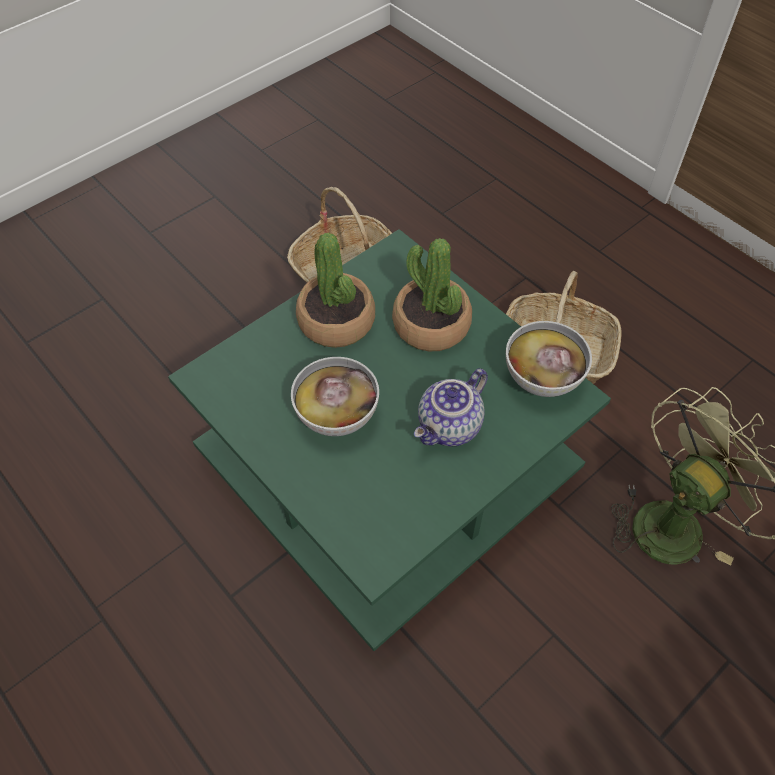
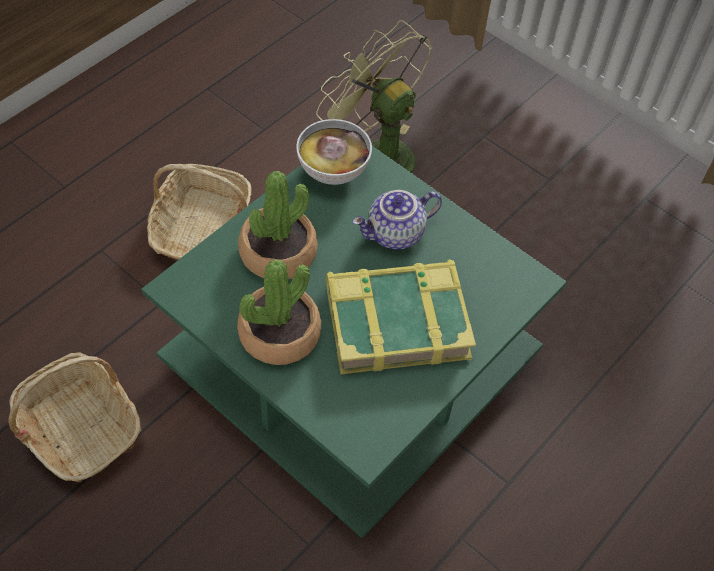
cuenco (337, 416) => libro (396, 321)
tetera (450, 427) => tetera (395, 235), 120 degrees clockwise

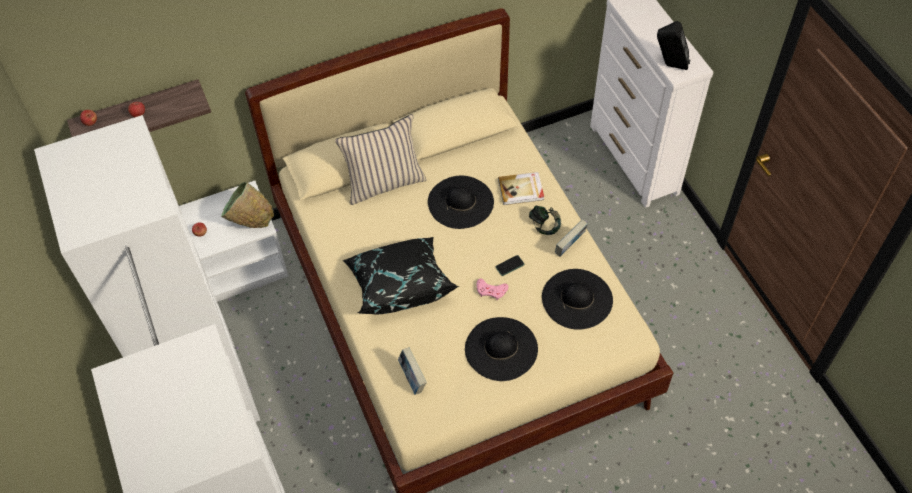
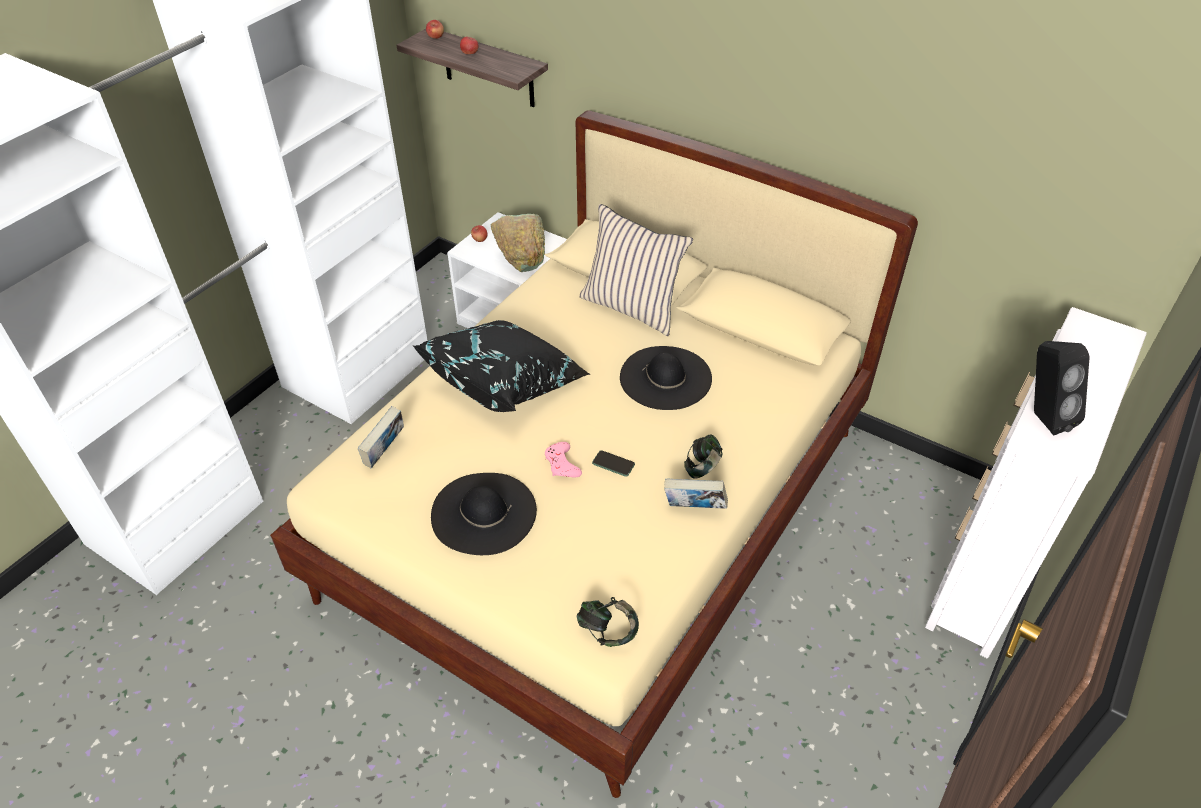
libro (521, 190) => nothing
sombrero [negro] (577, 299) => nothing
nothing => auriculares (607, 631)

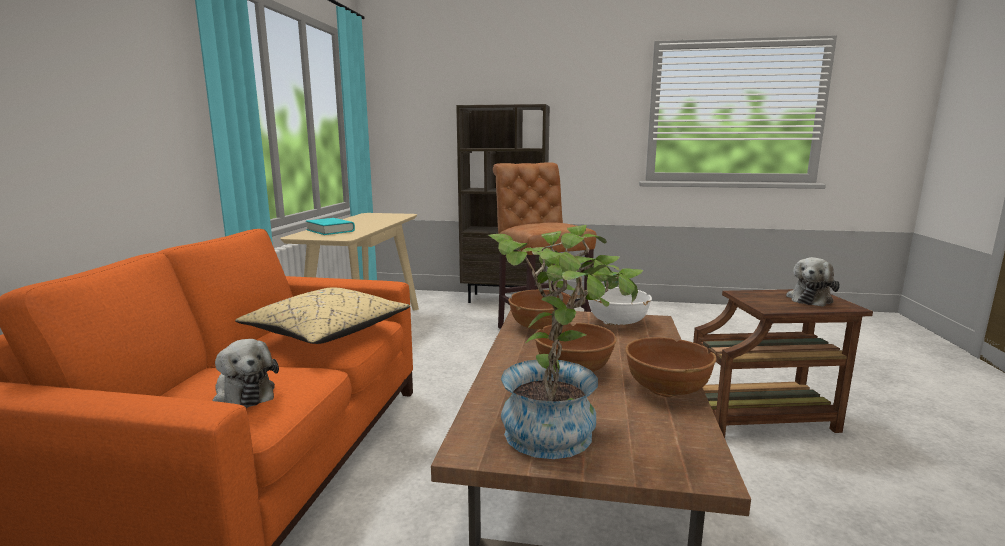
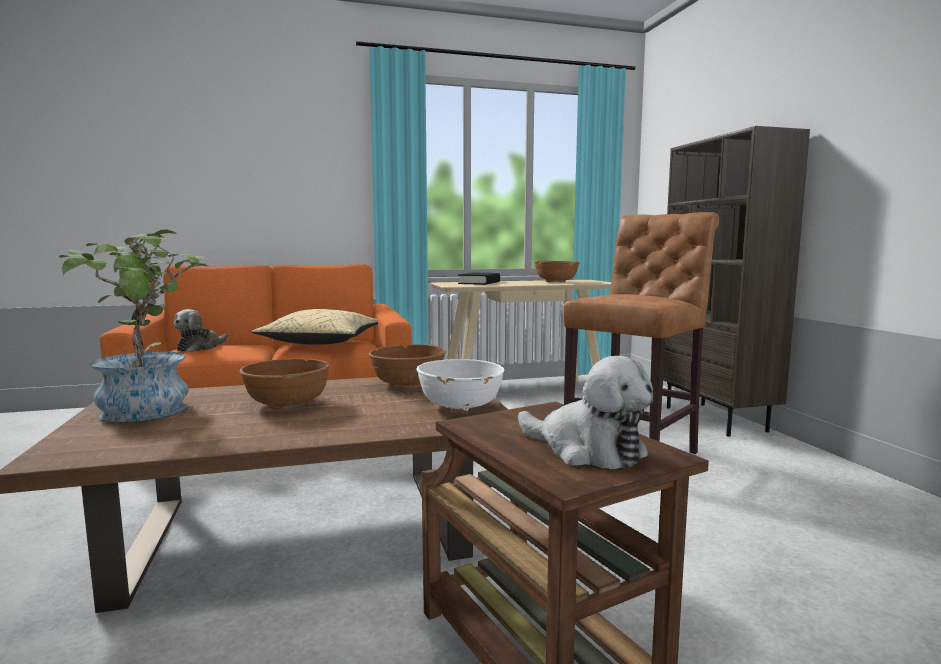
cuenco [marrón] (666, 388) => cuenco [marrón] (556, 282), shifted
libro [turquesa] (330, 230) => libro [negro] (479, 283)
peluche (810, 299) => peluche (587, 450), 150 degrees counterclockwise

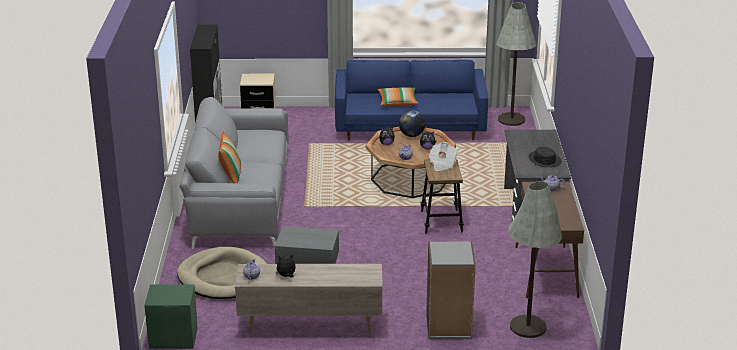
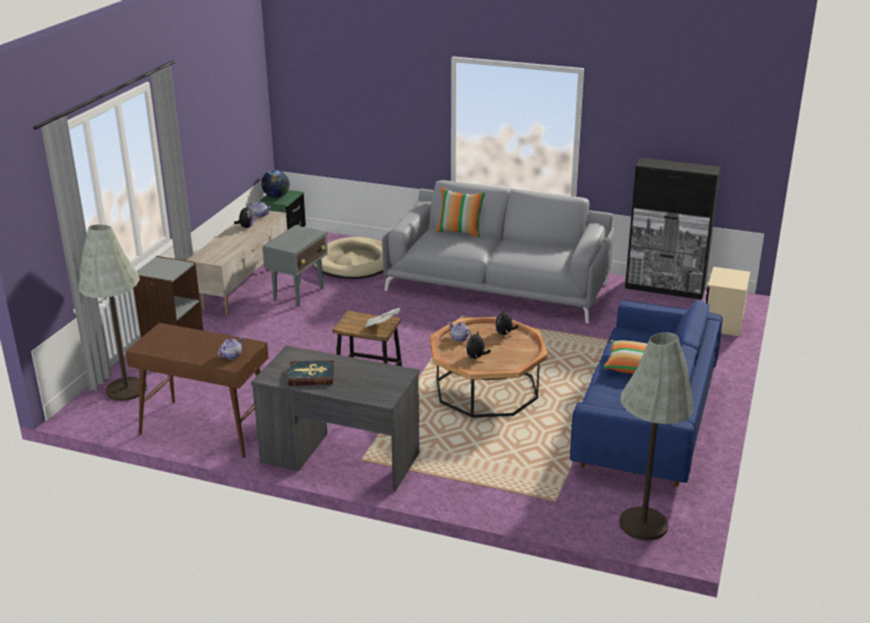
globo terráqueo (411, 135) => globo terráqueo (276, 196), shifted
sombrero [negro] (544, 160) => libro (311, 375)

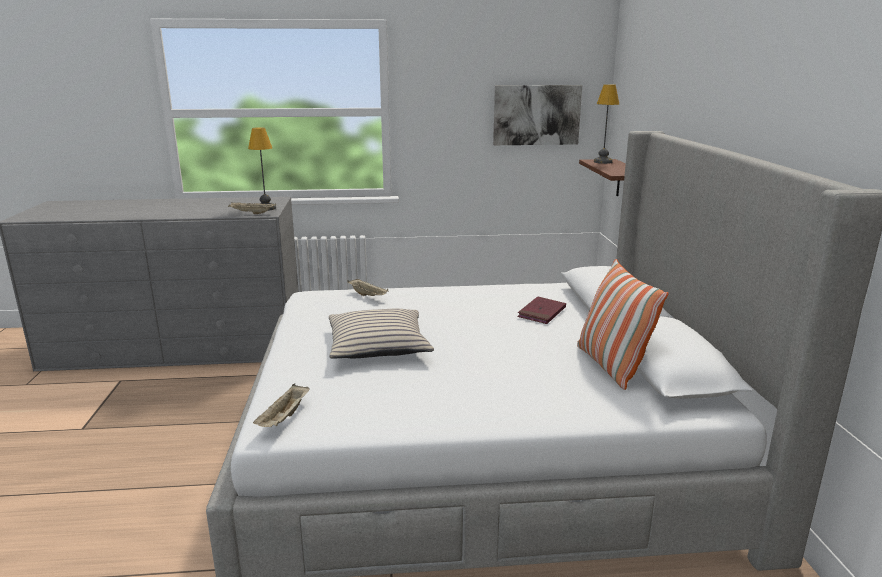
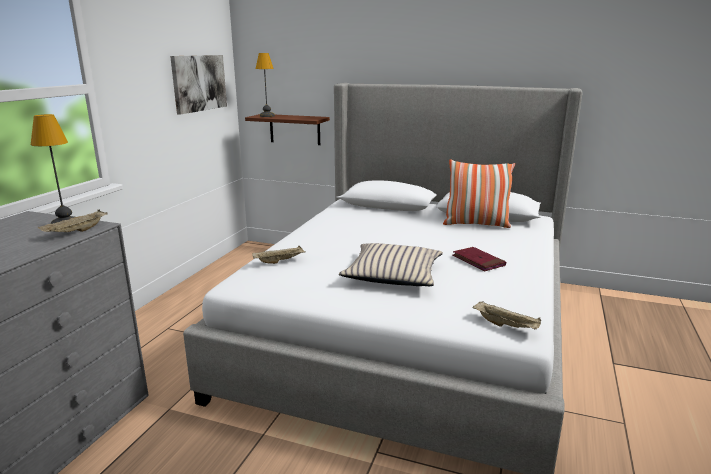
libro [rojo] (542, 313) => libro [rojo] (478, 261), shifted

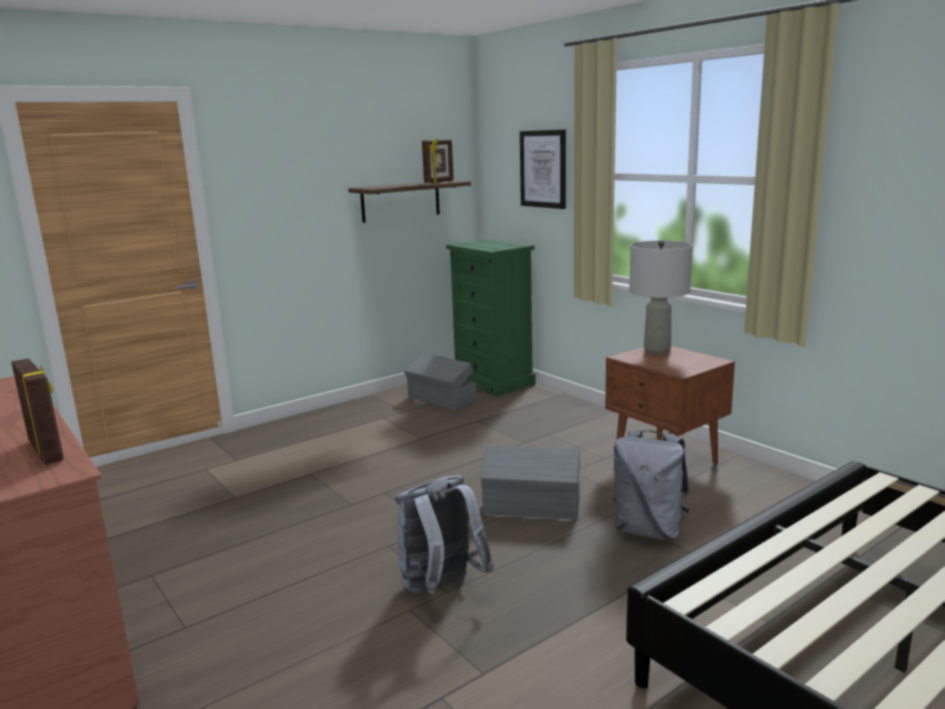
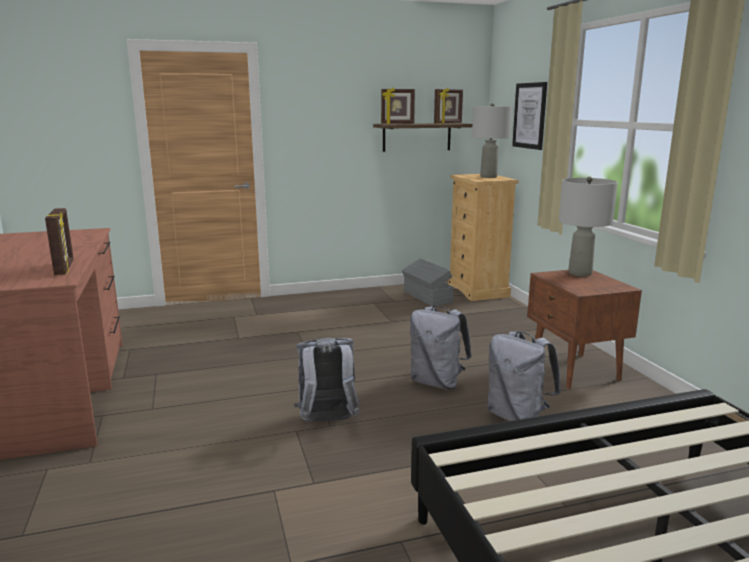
nothing => portarretratos (397, 123)
nothing => lámpara de mesa [gris] (488, 177)
caja de almacenaje [gris] (532, 507) => mochila [gris] (437, 383)
cómoda [verde] (494, 382) => cómoda [beis] (478, 290)

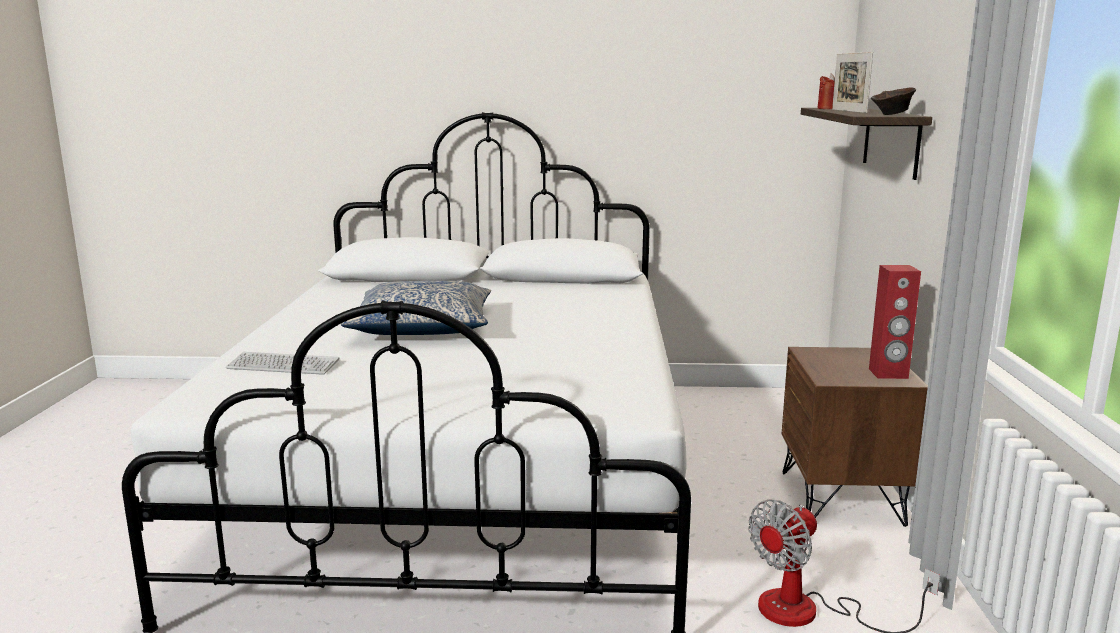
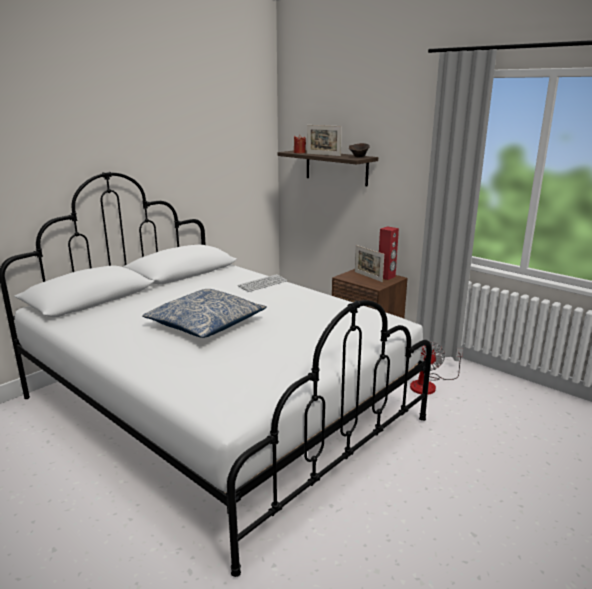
nothing => portarretratos (368, 276)
teclado (283, 365) => teclado (262, 284), shifted

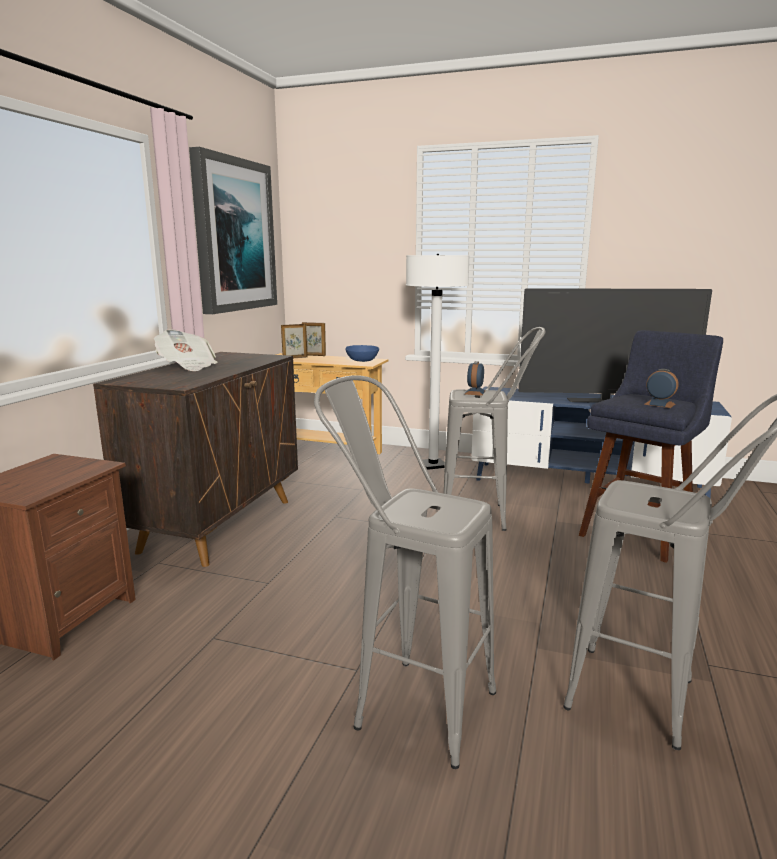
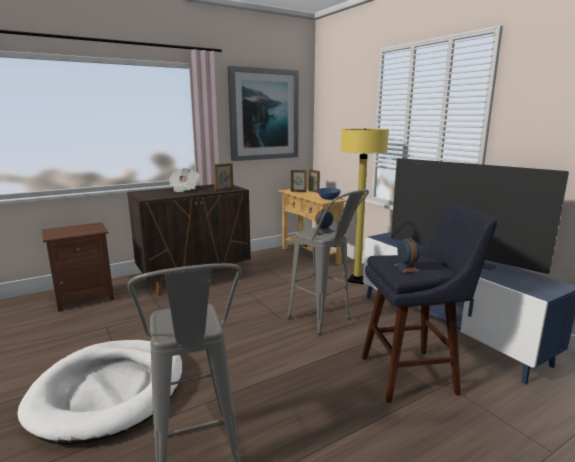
nothing => portarretratos (224, 189)
taburete [gris] (406, 702) => cama para perro [blanco] (110, 391)
lámpara de pie [blanco] (433, 465) => lámpara de pie [amarillo] (357, 280)

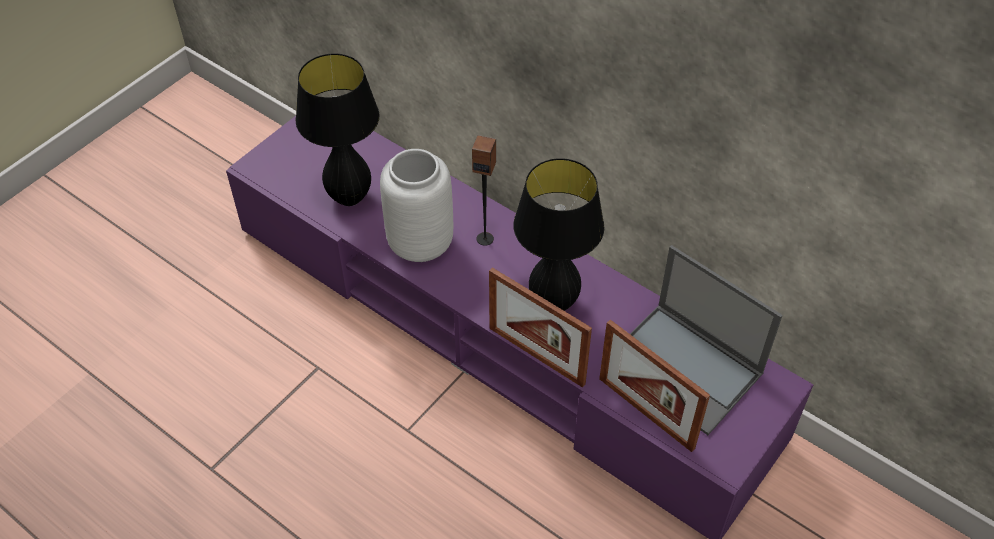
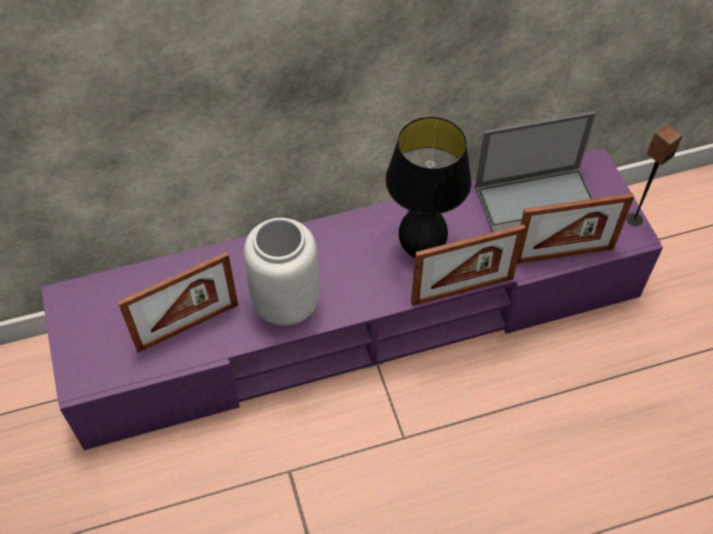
altavoz (485, 238) => altavoz (634, 219), shifted
lámpara de mesa [negro] (349, 198) => portarretratos (188, 326)

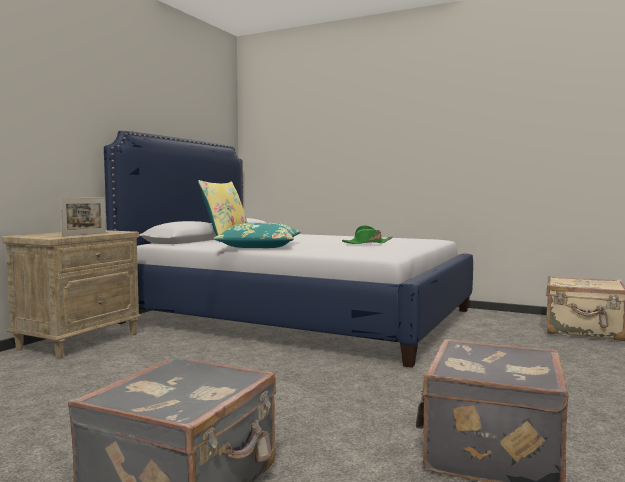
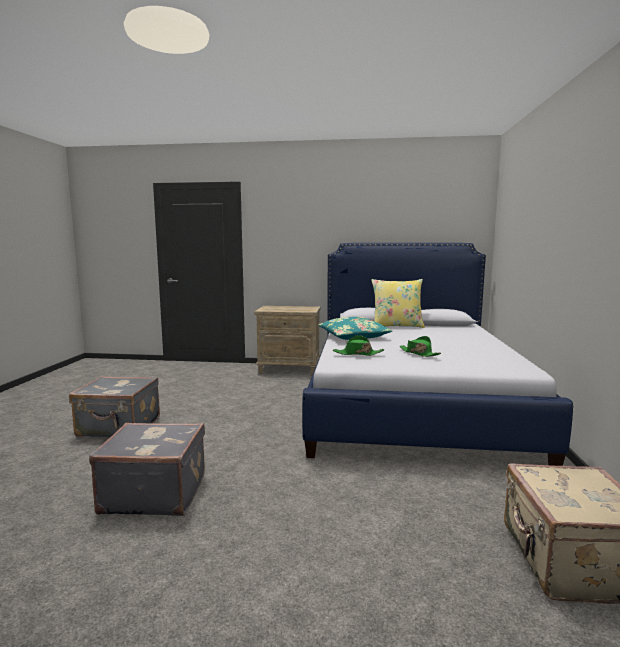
portarretratos (84, 234) => nothing
nothing => sombrero [verde] (358, 354)

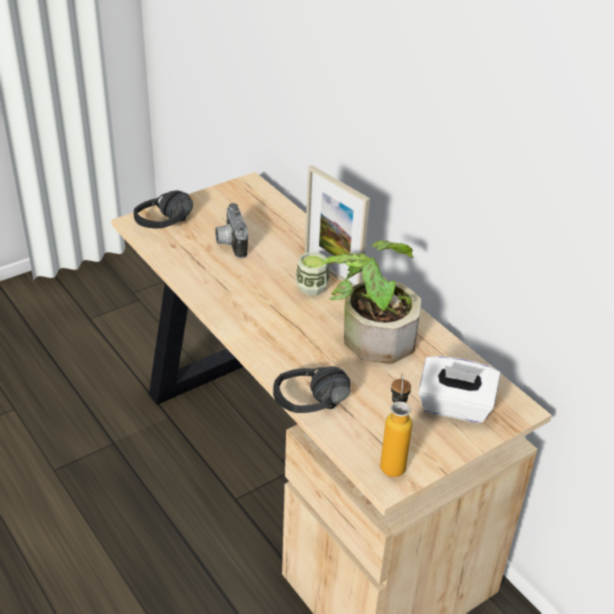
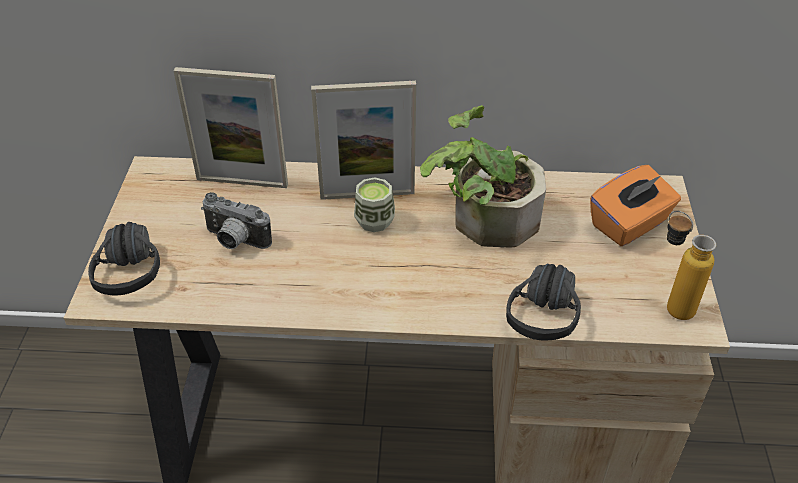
nothing => portarretratos (242, 182)
caja de pañuelos [blanco] (454, 407) => caja de pañuelos [naranja] (629, 224)

